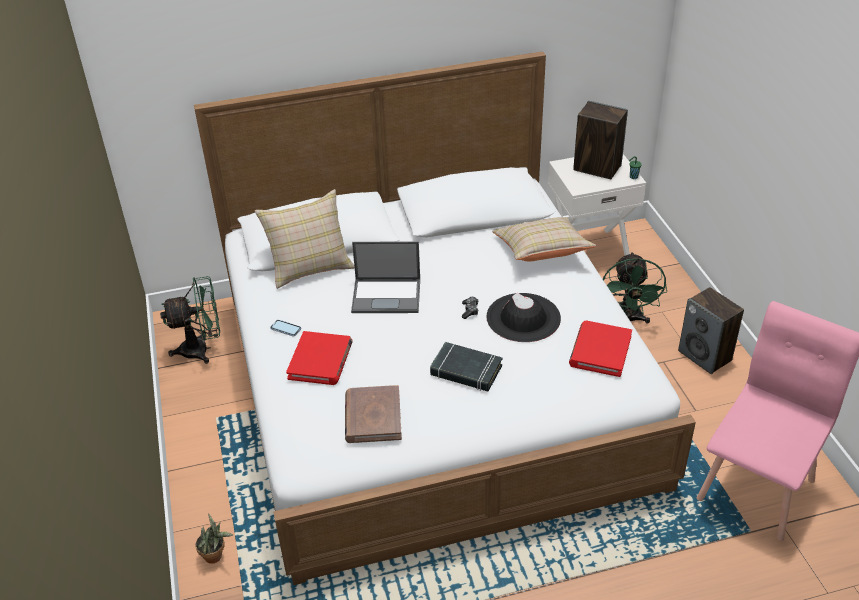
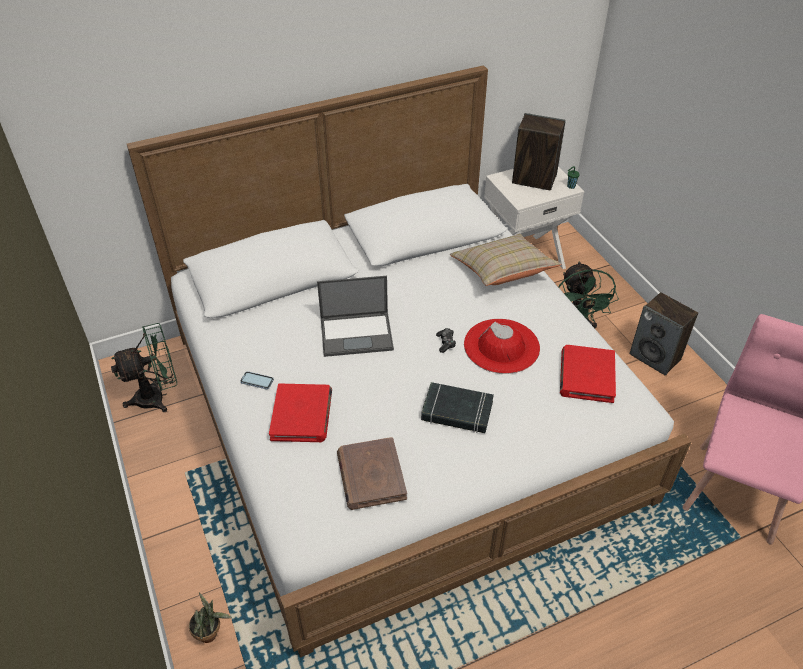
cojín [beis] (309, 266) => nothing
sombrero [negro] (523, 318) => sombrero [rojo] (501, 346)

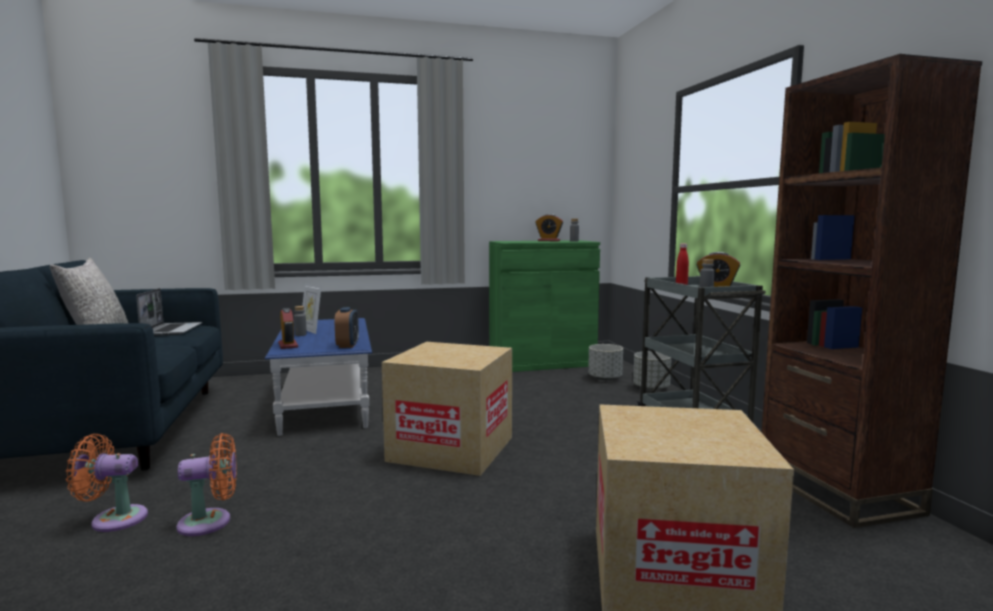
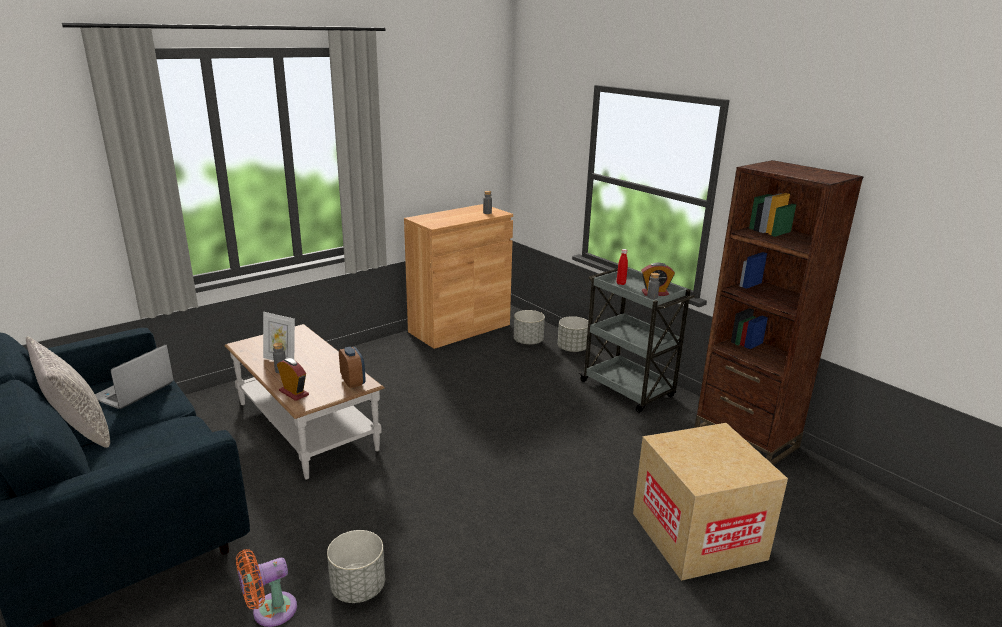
caja de cartón (451, 449) => nothing
despertador (549, 241) => nothing
ventilador [naranja] (210, 522) => maceta [gris] (358, 588)
mesa de centro [azul] (326, 403) => mesa de centro [marrón] (306, 426)
armario [verde] (542, 363) => armario [marrón] (459, 328)
portátil (171, 330) => portátil (133, 392), 120 degrees counterclockwise

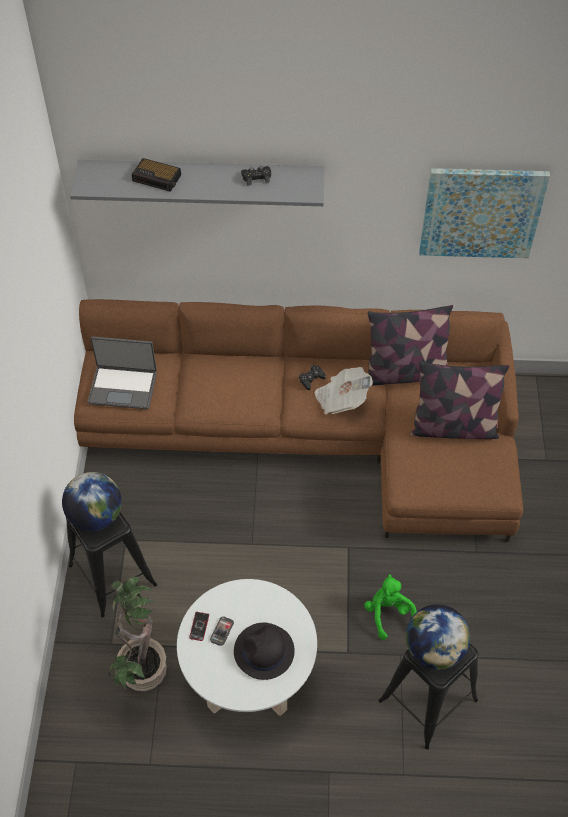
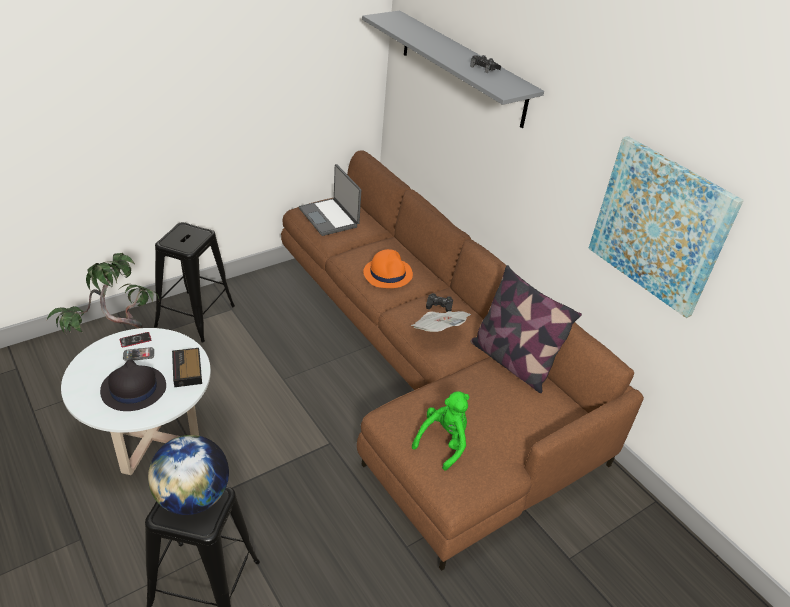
globo terráqueo (96, 516) => nothing
cojín (453, 427) => nothing
nothing => sombrero [naranja] (388, 273)
despertador (158, 178) => despertador (187, 371), shifted
peluche [verde] (388, 614) => peluche [verde] (443, 442), shifted

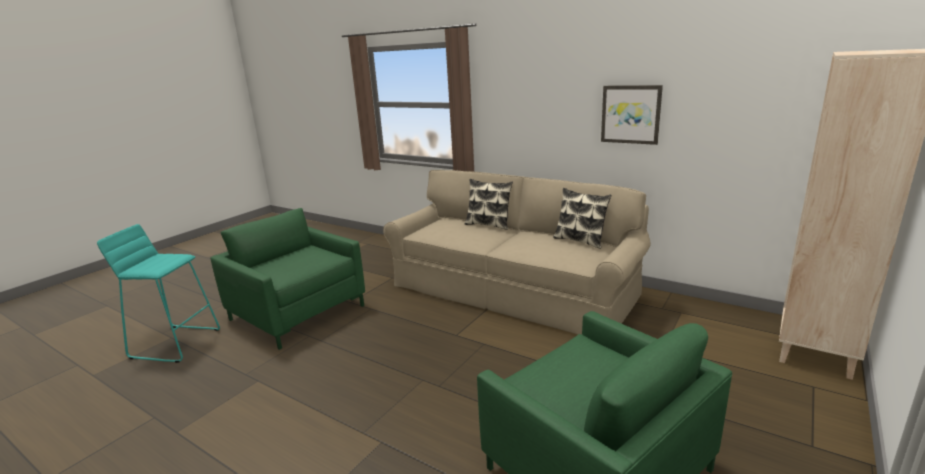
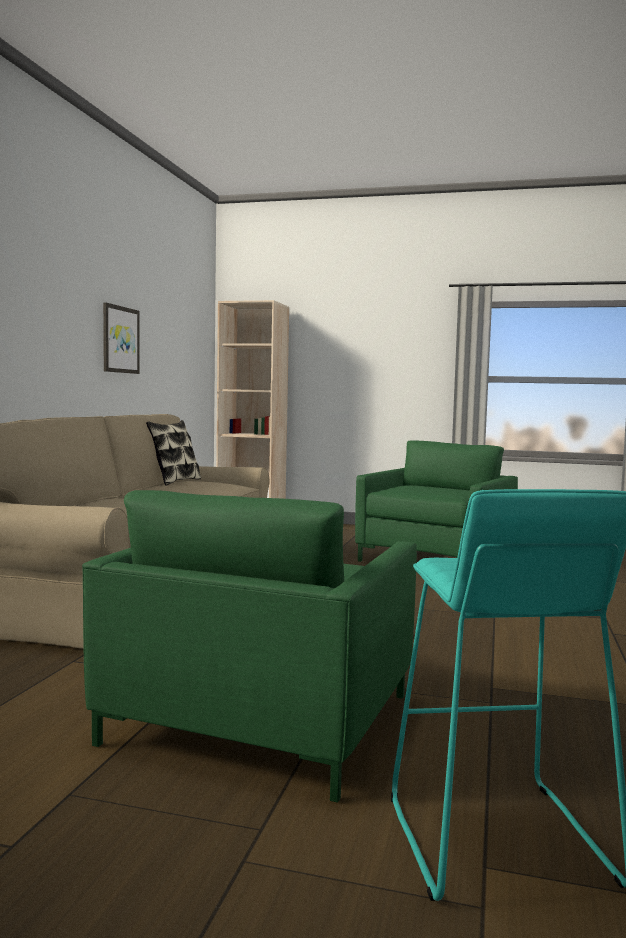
cojín (488, 224) => nothing

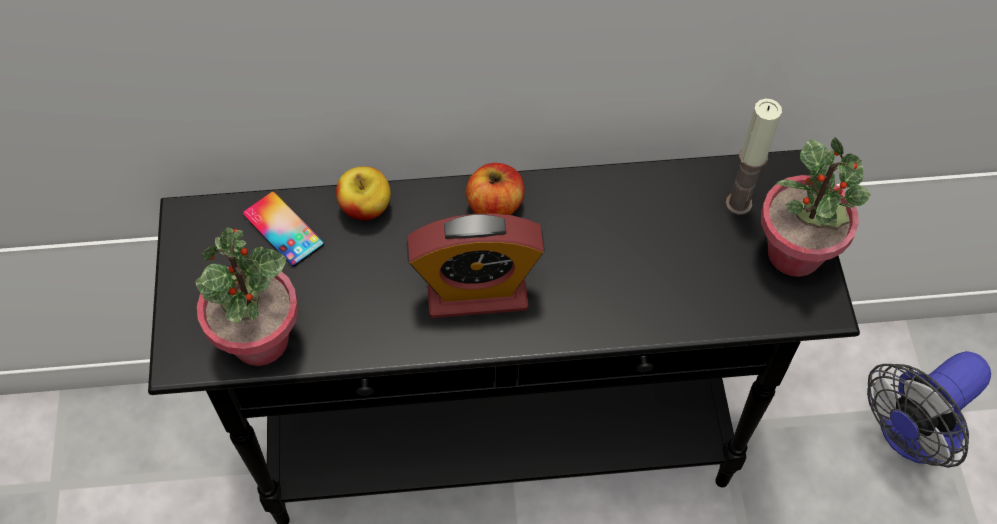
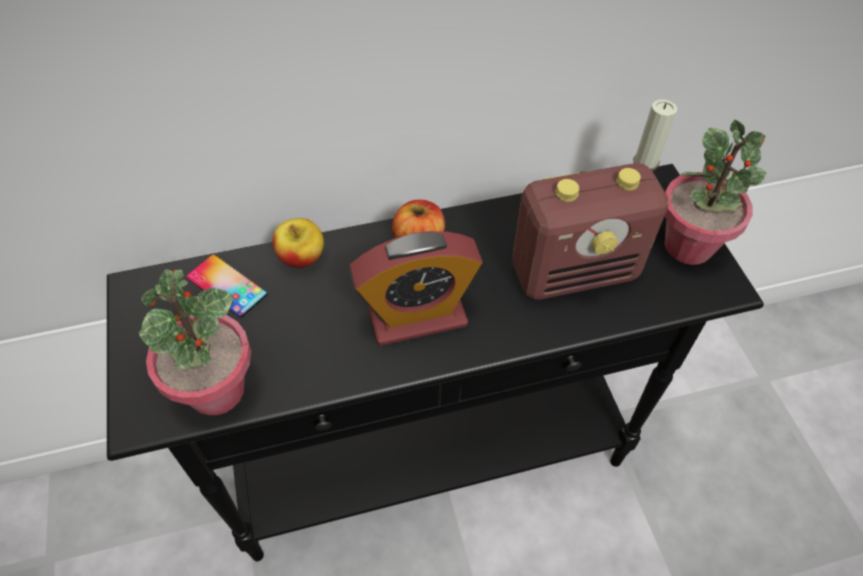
ventilador (910, 434) => nothing
nothing => radio (575, 272)

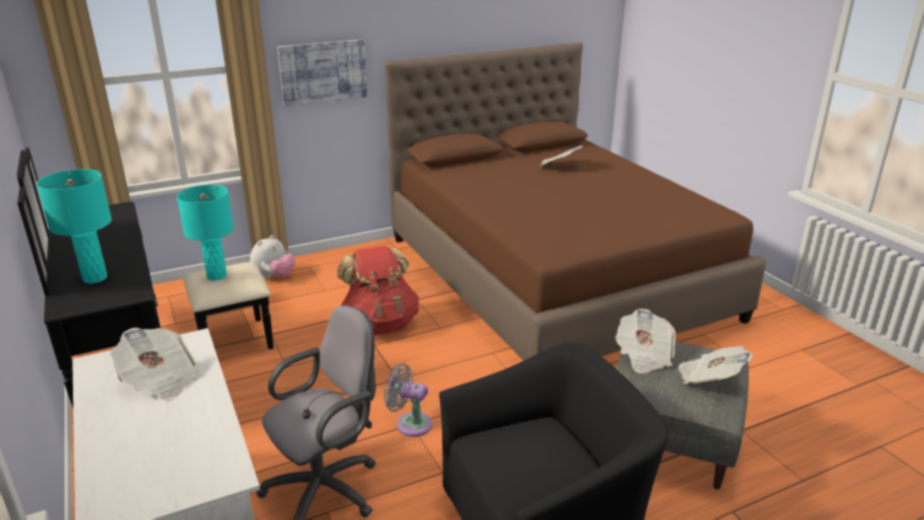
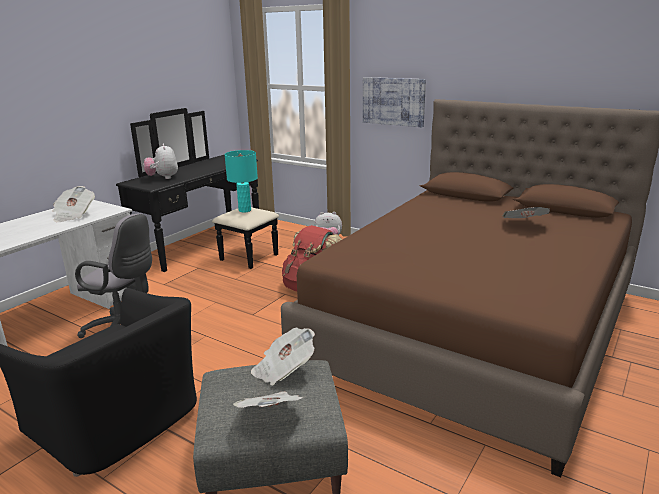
ventilador [gris] (410, 423) => nothing
lámpara de mesa [turquesa] (95, 278) => peluche (163, 178)

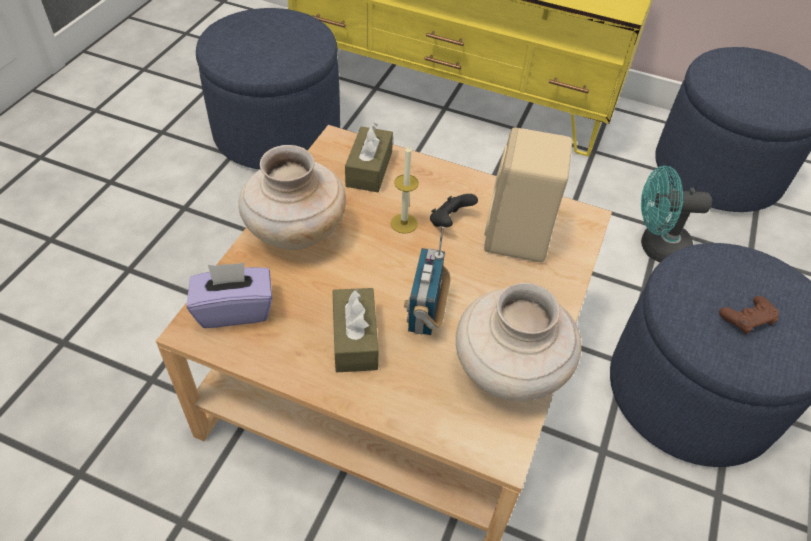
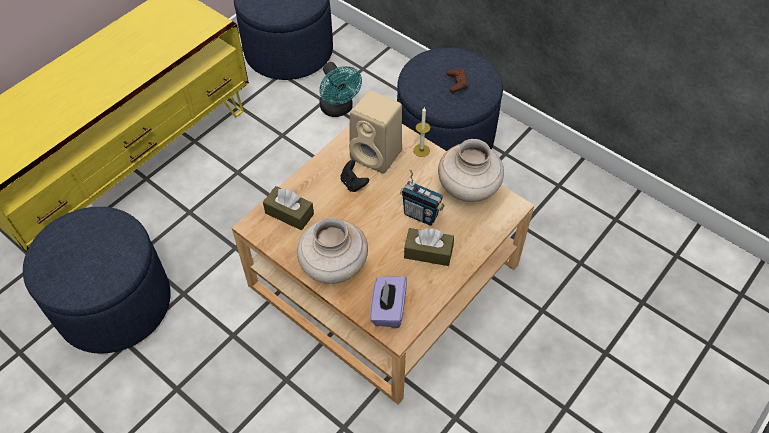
vela (404, 223) => vela (421, 150), shifted
ventilador [turquesa] (656, 247) => ventilador [turquesa] (339, 109), 45 degrees counterclockwise

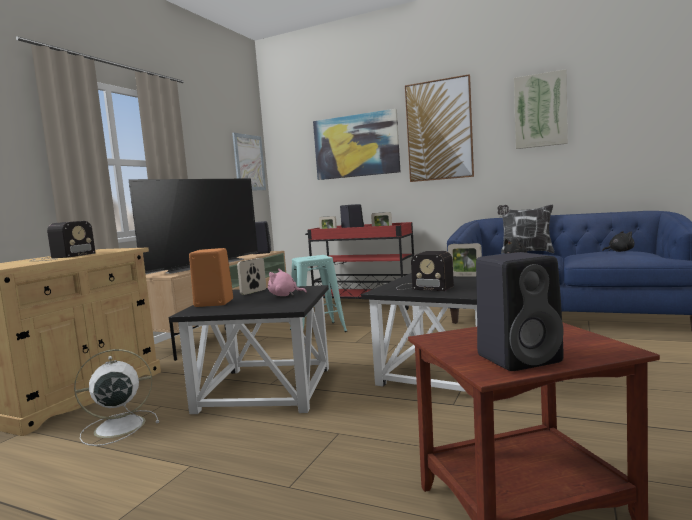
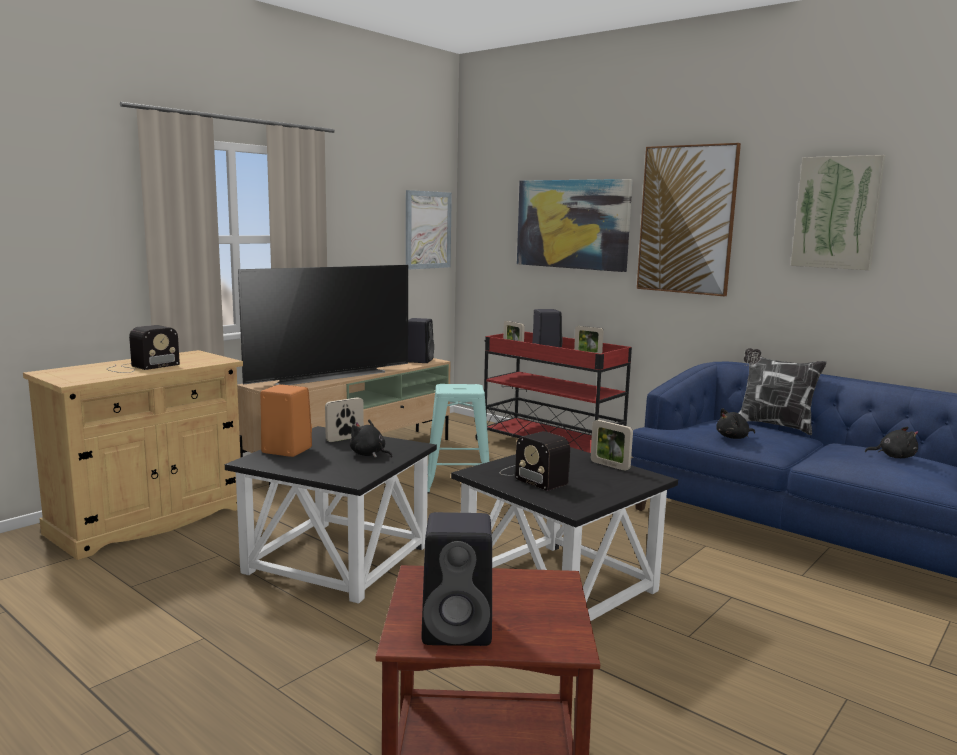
ventilador [blanco] (117, 427) => nothing
peluche [rosa] (284, 295) => peluche [negro] (369, 454)

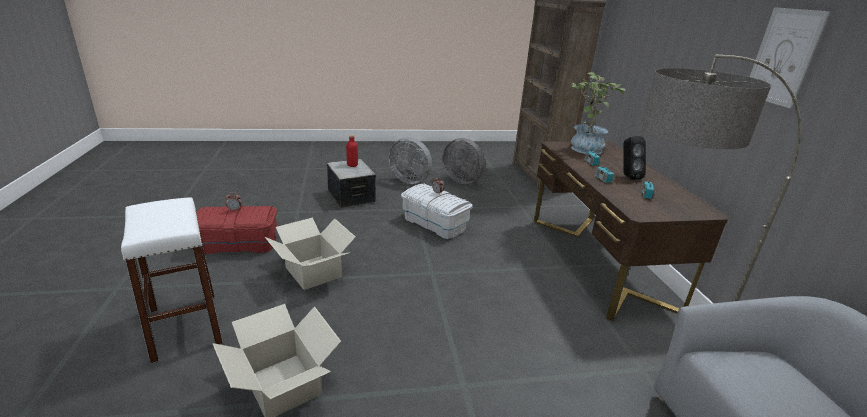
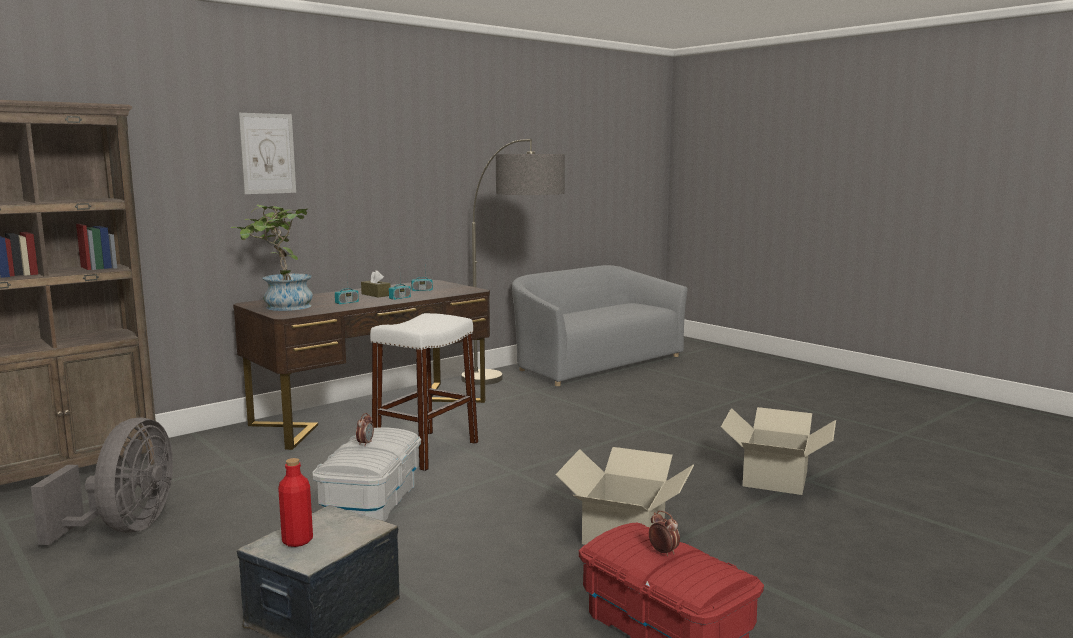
ventilador [gris] (411, 180) => nothing
taburete [blanco] (185, 325) => taburete [blanco] (426, 450), shifted
cuadro (783, 57) => cuadro (267, 153), shifted
altavoz [negro] (627, 176) => caja de pañuelos [marrón] (376, 294)

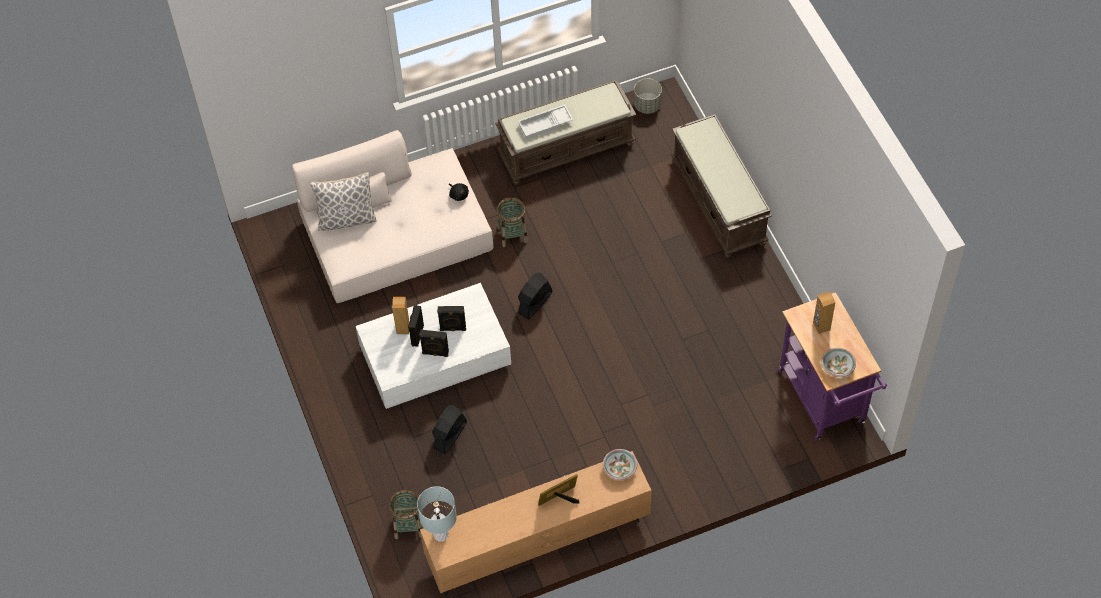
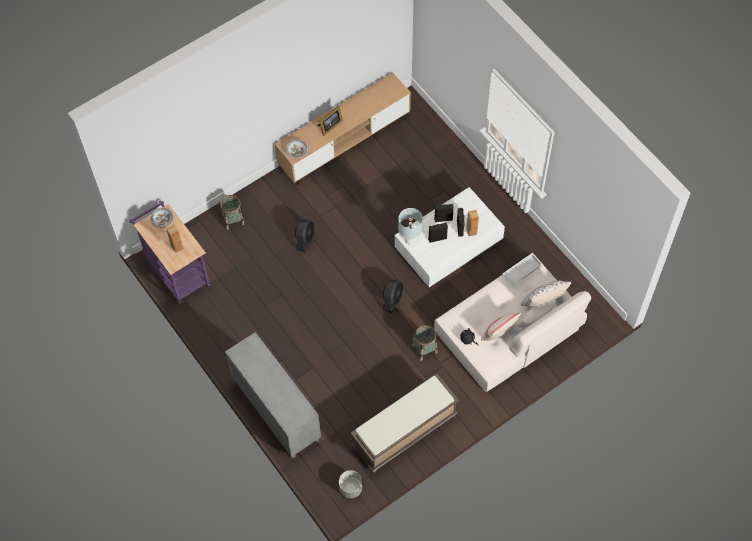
nothing => cojín (498, 333)
cesta (408, 525) => cesta (233, 220), shifted
lámpara de mesa [gris] (441, 534) => lámpara de mesa [gris] (409, 241), shifted
ventilador [negro] (449, 435) => ventilador [negro] (305, 239), shifted
bandeja [blanco] (545, 125) => bandeja [blanco] (522, 270), shifted
banco [marrón] (719, 202) => armario [gris] (275, 410)

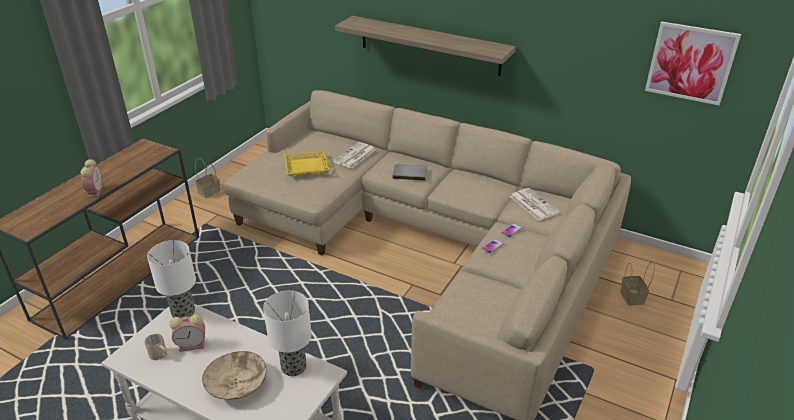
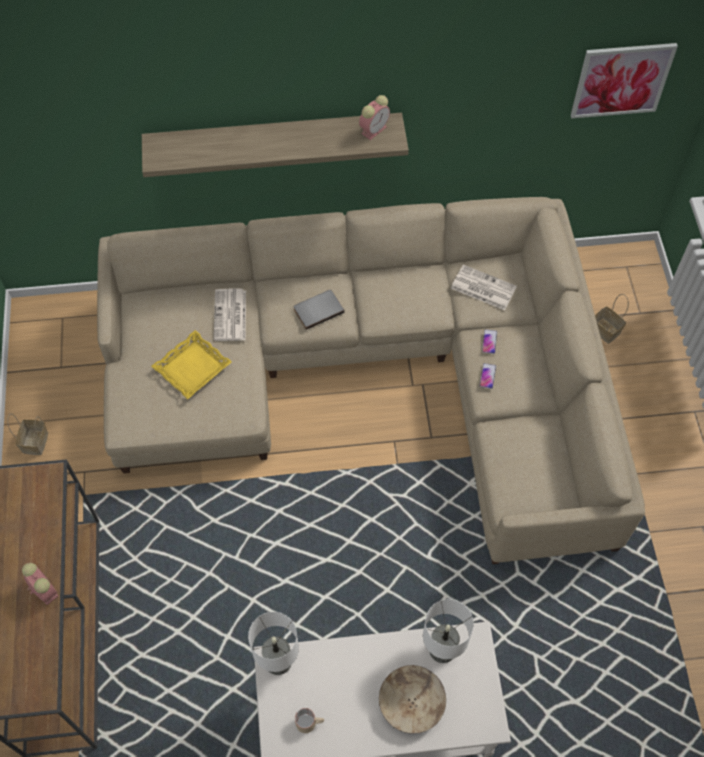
despertador (193, 345) => despertador (374, 129), shifted

